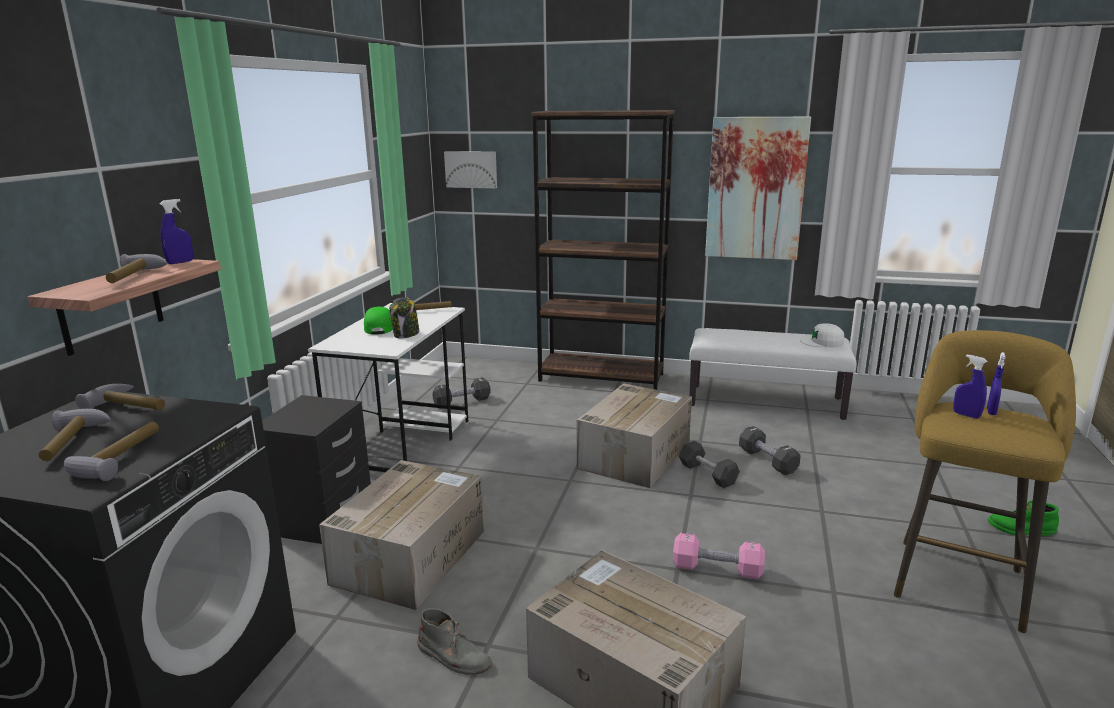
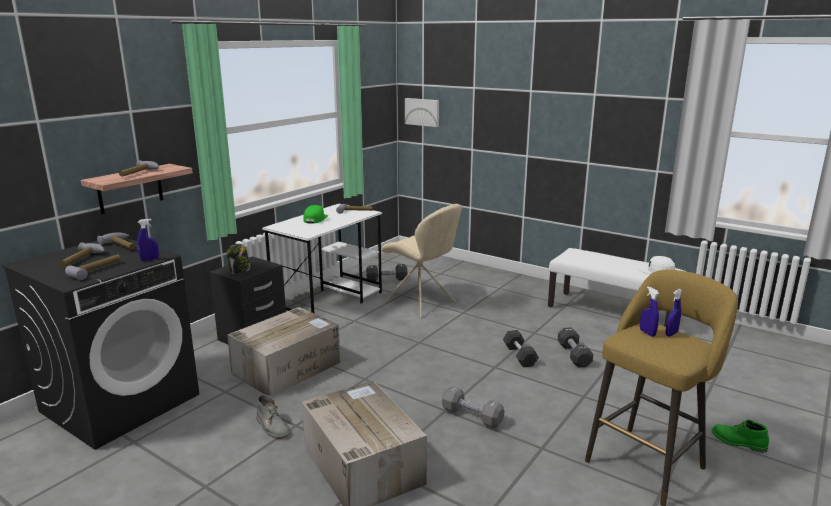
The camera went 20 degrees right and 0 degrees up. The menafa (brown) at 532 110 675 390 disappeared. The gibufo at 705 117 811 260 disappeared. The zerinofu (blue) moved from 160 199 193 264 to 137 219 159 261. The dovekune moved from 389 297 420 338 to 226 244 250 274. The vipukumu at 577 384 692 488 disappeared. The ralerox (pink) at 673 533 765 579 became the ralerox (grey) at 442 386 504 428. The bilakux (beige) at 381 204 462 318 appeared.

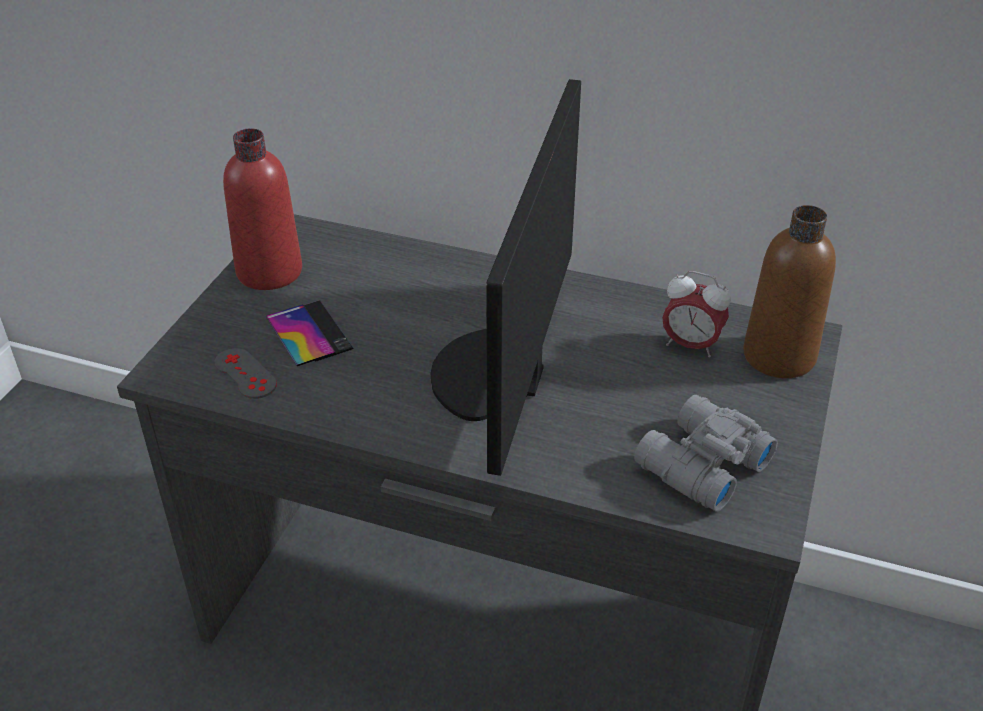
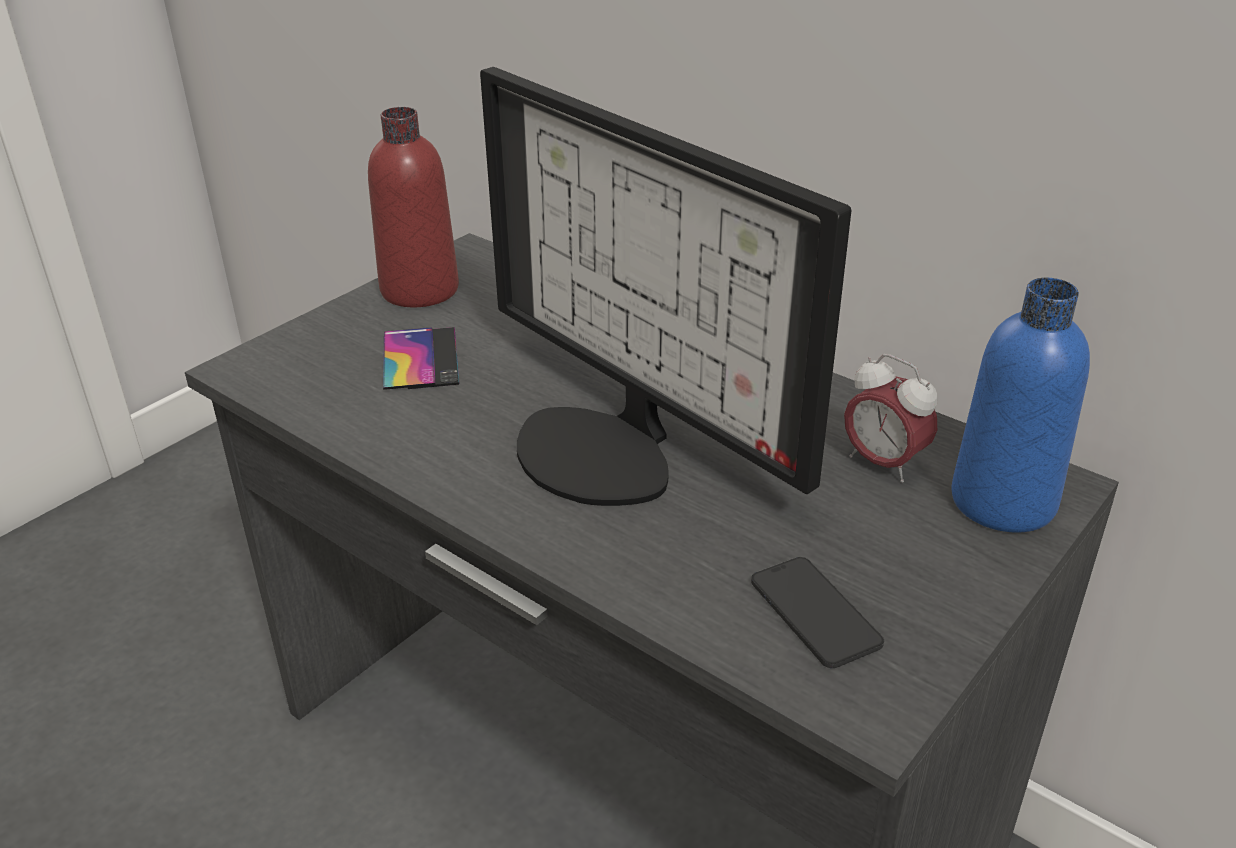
The camera went 20 degrees right and 5 degrees down. The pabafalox at 431 79 581 476 turned 75 degrees counterclockwise. The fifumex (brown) at 743 205 836 378 became the fifumex (blue) at 951 278 1090 533. The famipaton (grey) at 214 348 277 399 disappeared. The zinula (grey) at 634 395 778 512 was replaced by the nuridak at 751 557 884 668.

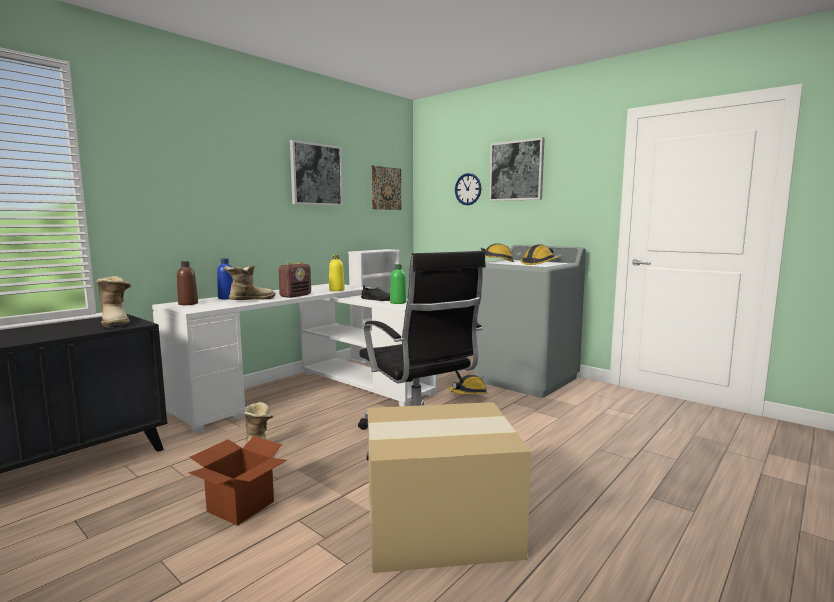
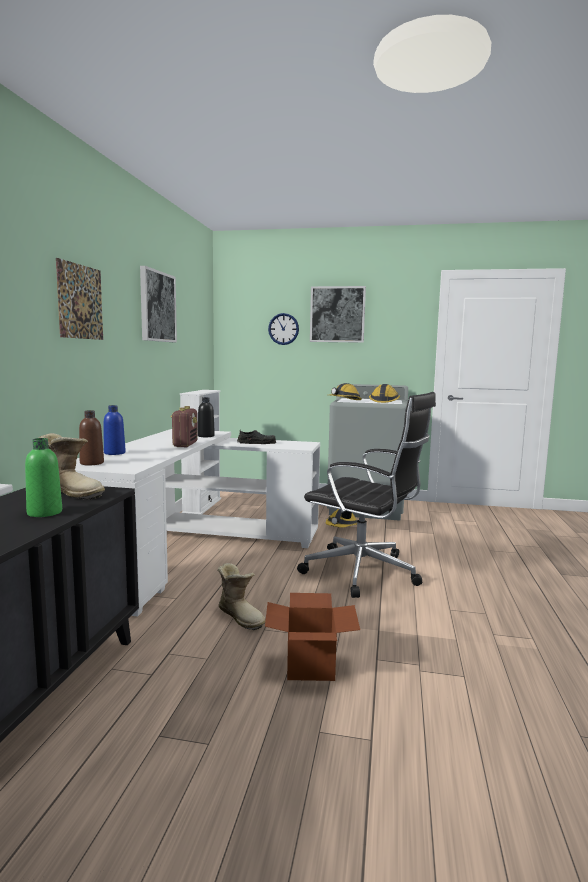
The camera went 30 degrees left and 0 degrees up. The gibufo moved from 372 165 402 210 to 56 258 103 340. The fifumex (yellow) at 329 255 345 291 became the fifumex (black) at 198 397 215 437. The fifumex (green) moved from 390 264 406 304 to 25 438 62 517. The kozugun at 224 265 276 300 disappeared. The vipukumu at 368 402 531 573 disappeared.

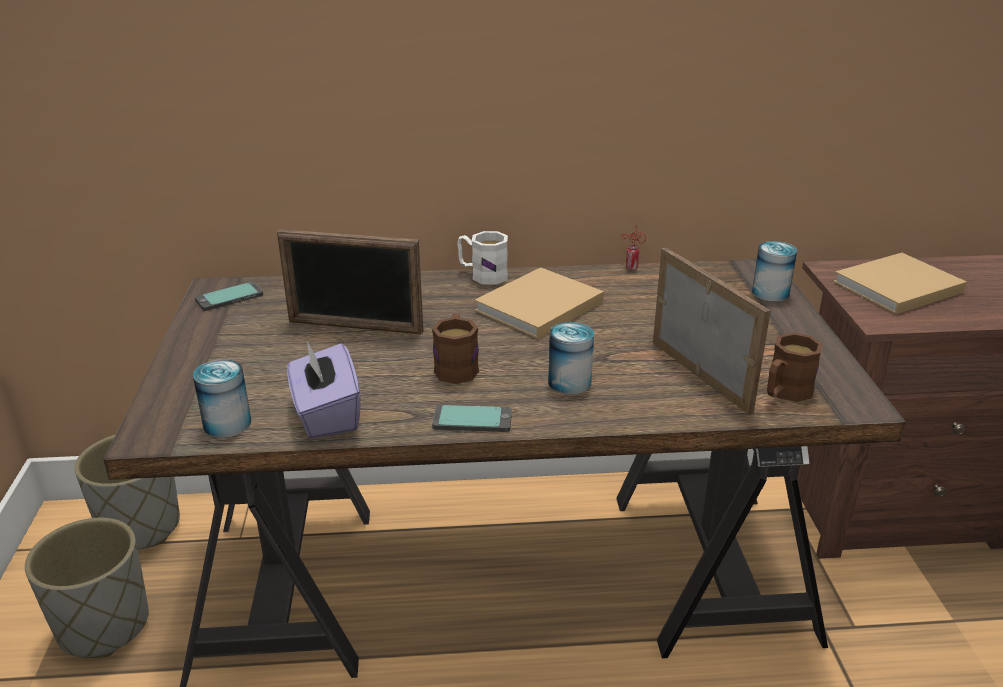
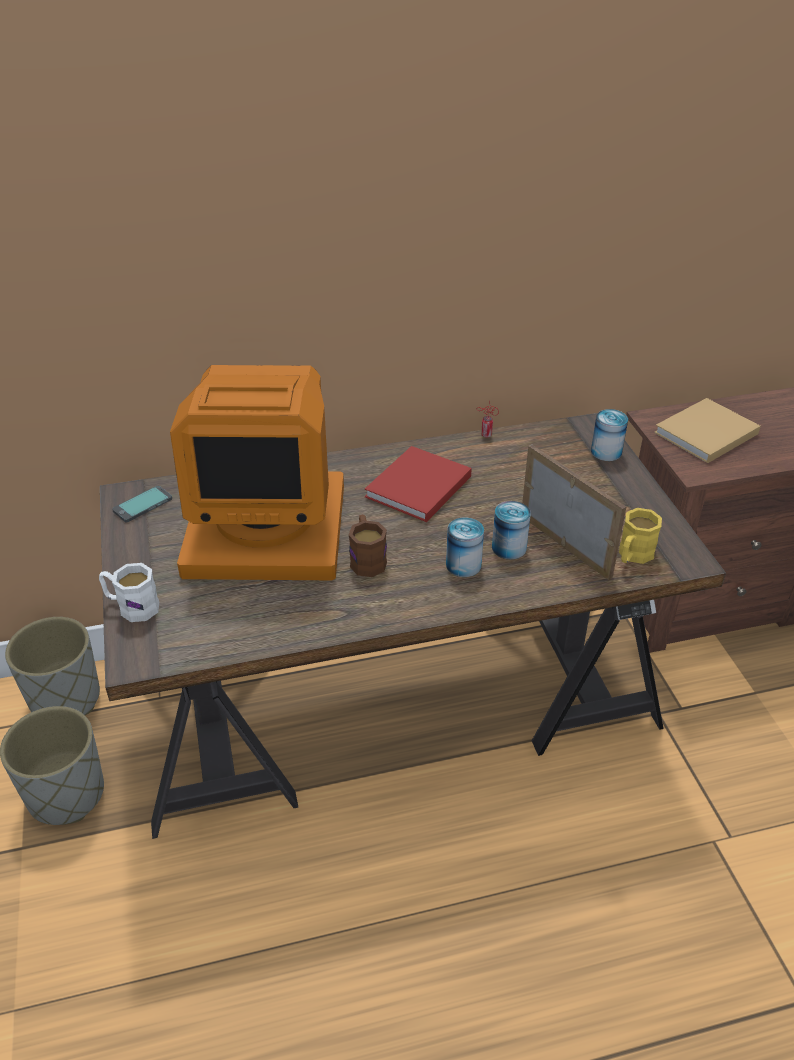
The camera went 10 degrees left and 10 degrees up. The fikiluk at 277 229 424 334 was replaced by the pabafalox at 170 365 344 580. The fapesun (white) moved from 457 231 508 285 to 99 563 159 622. The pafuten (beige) at 474 267 604 339 became the pafuten (red) at 365 446 472 522. The fapesun (brown) at 767 332 823 402 became the fapesun (yellow) at 619 508 662 564. The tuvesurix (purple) at 287 341 361 439 disappeared. The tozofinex moved from 193 359 251 438 to 492 501 531 560. The nuridak at 432 405 512 432 disappeared.

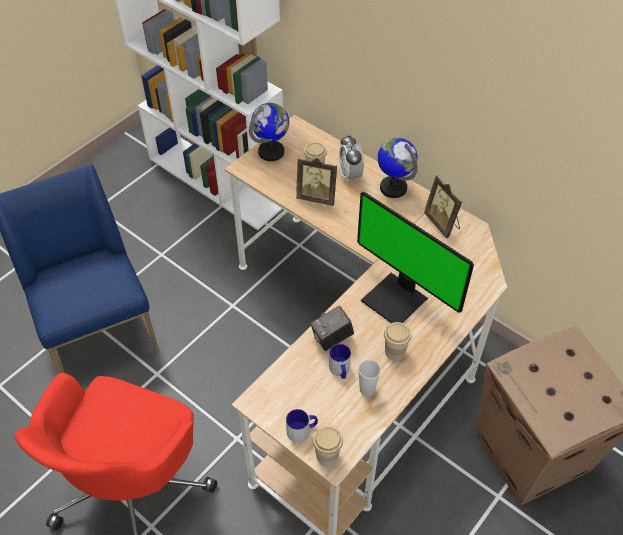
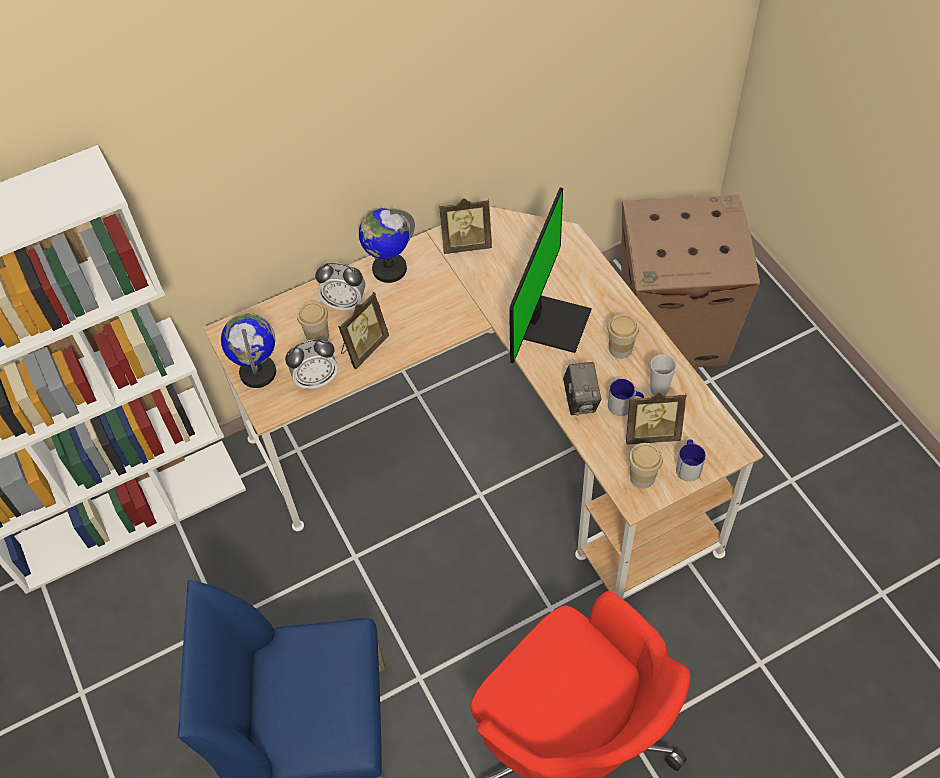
The camera went 65 degrees left and 5 degrees up. The pabafalox at 357 192 474 323 turned 45 degrees counterclockwise. The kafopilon moved from 313 426 343 466 to 629 443 663 488. The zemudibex at 285 339 338 390 appeared. The fikiluk at 626 392 687 445 appeared.

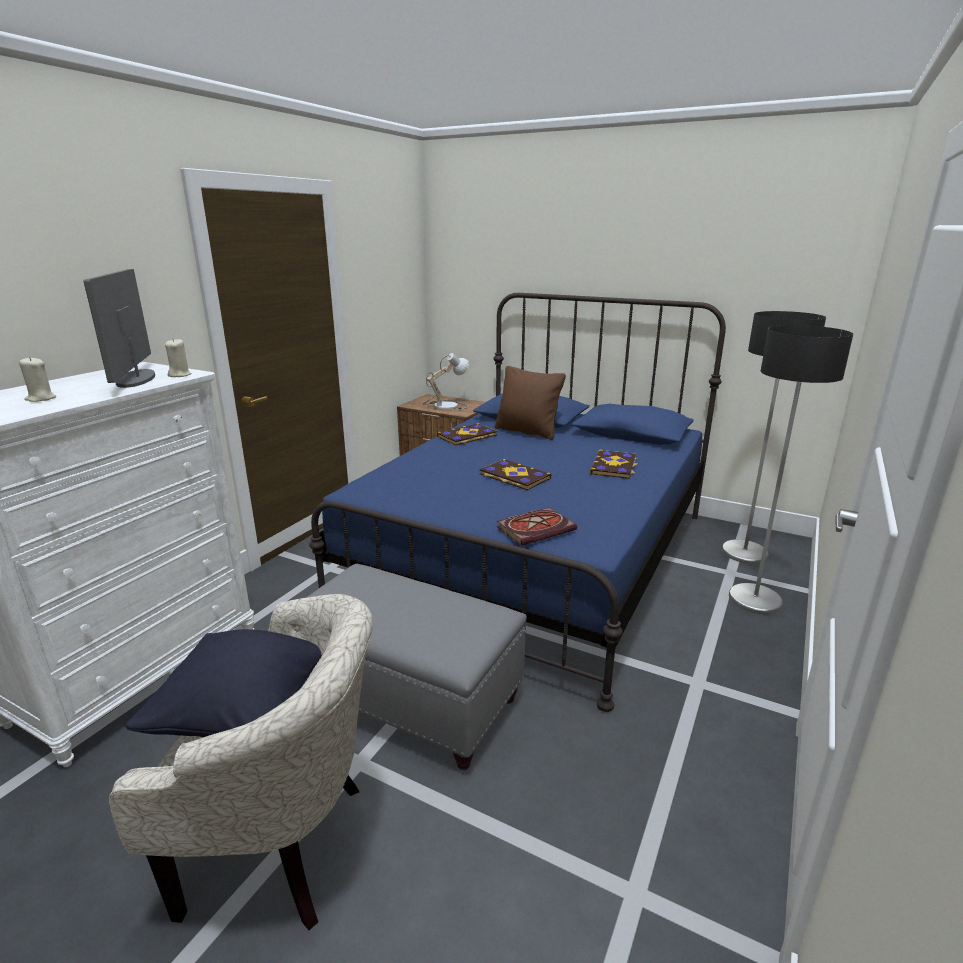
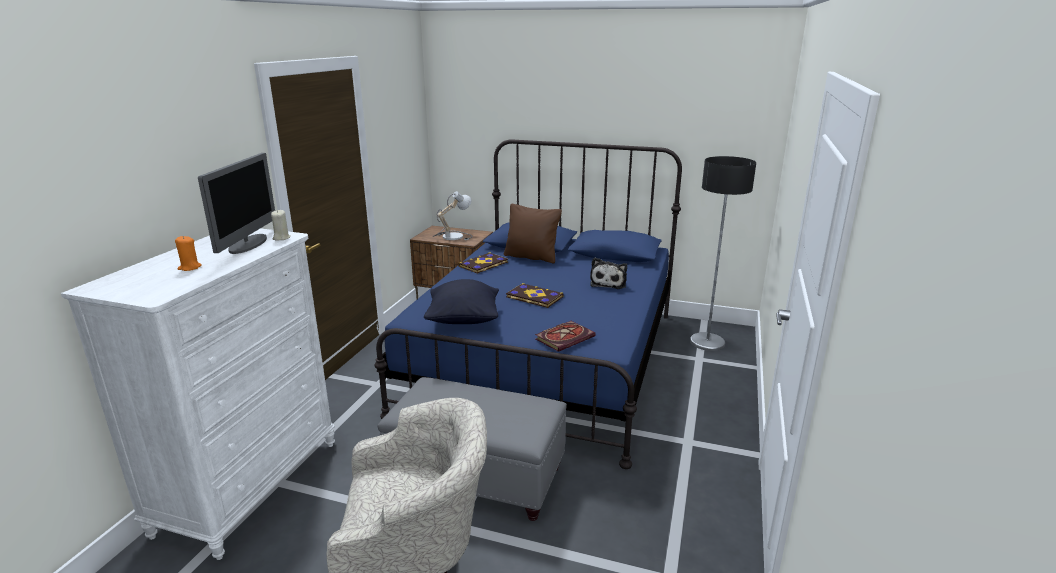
The camera went 10 degrees left and 0 degrees up. The pabafalox at 83 269 155 388 turned 150 degrees counterclockwise. The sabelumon at 729 325 853 614 disappeared. The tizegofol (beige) at 19 357 56 402 became the tizegofol (orange) at 175 236 202 271. The pafuten at 590 450 638 479 was replaced by the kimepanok at 590 257 627 289. The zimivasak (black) moved from 125 629 322 737 to 424 279 499 324.

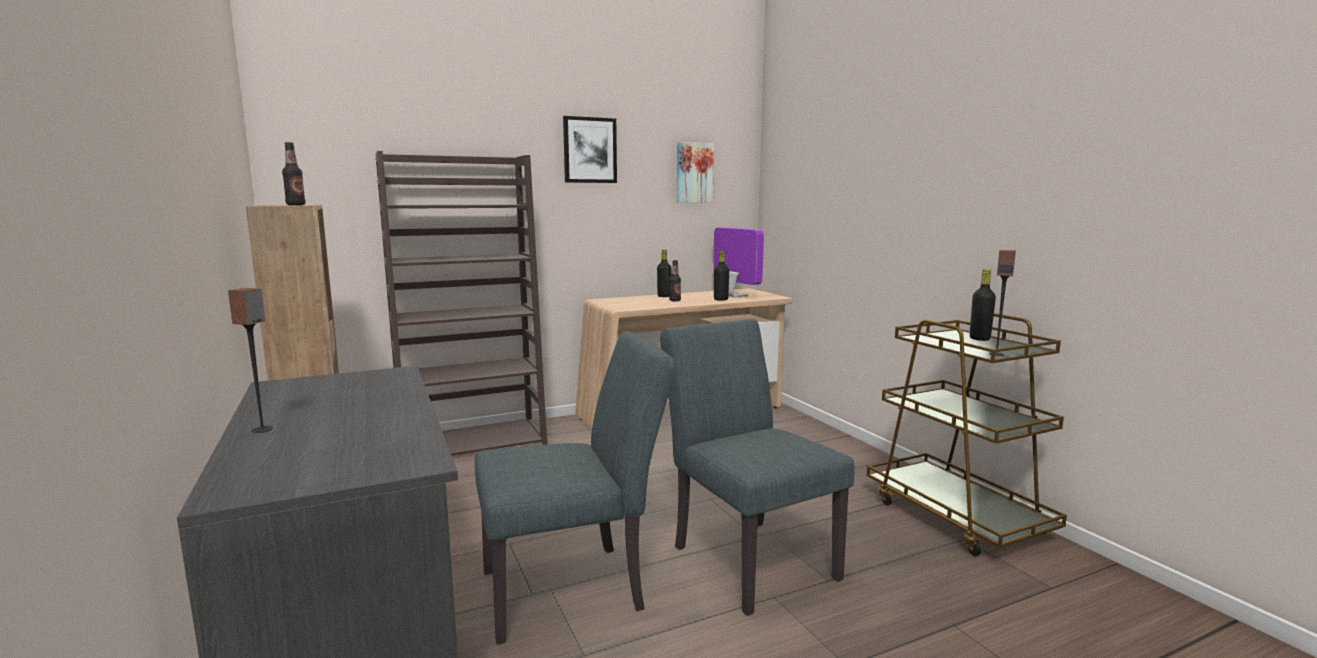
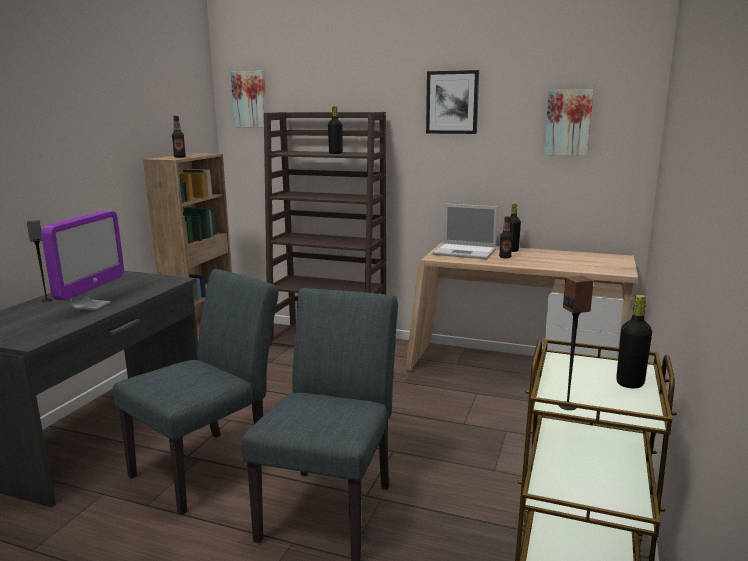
The camera went 45 degrees right and 5 degrees up. The pabafalox moved from 713 227 764 297 to 41 211 124 310. The fifumex (black) moved from 714 251 729 301 to 328 106 343 154. The bilakux (grey) at 475 331 676 645 turned 75 degrees counterclockwise. The gibufo at 230 71 267 127 appeared. The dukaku at 432 204 498 259 appeared.

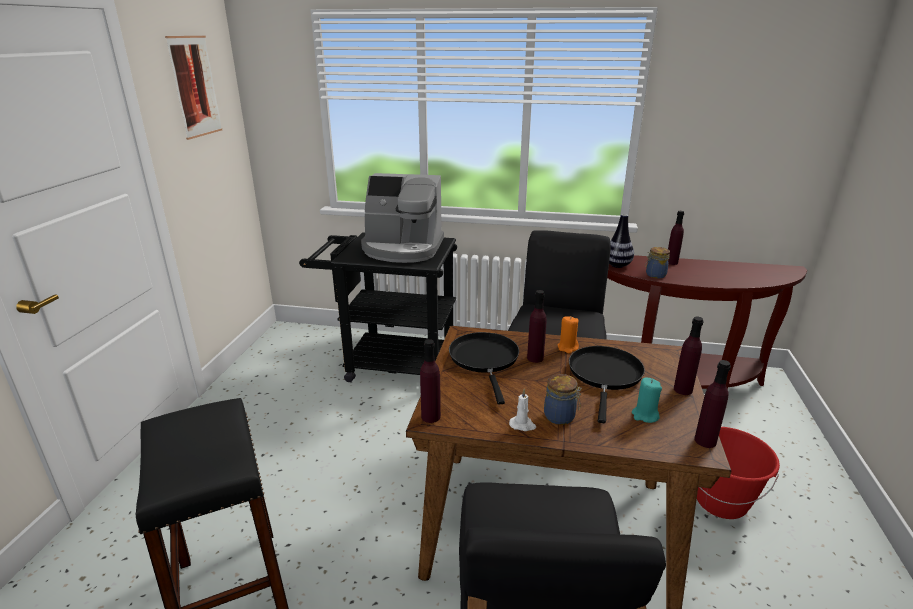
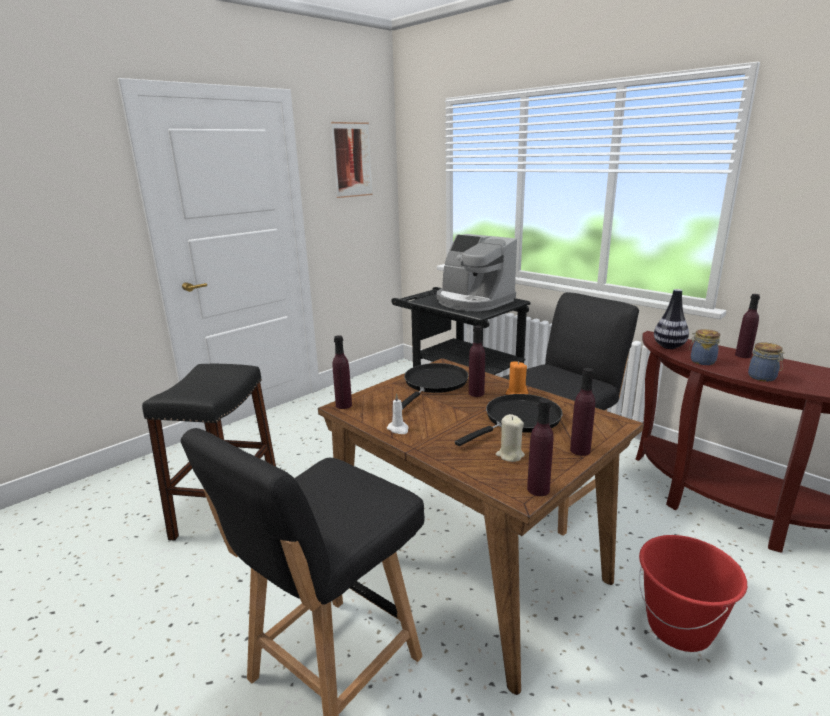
The camera went 35 degrees right and 5 degrees down. The dovekune moved from 544 374 581 425 to 748 342 785 382. The tizegofol (turquoise) at 632 377 662 423 became the tizegofol (beige) at 496 414 525 462.

